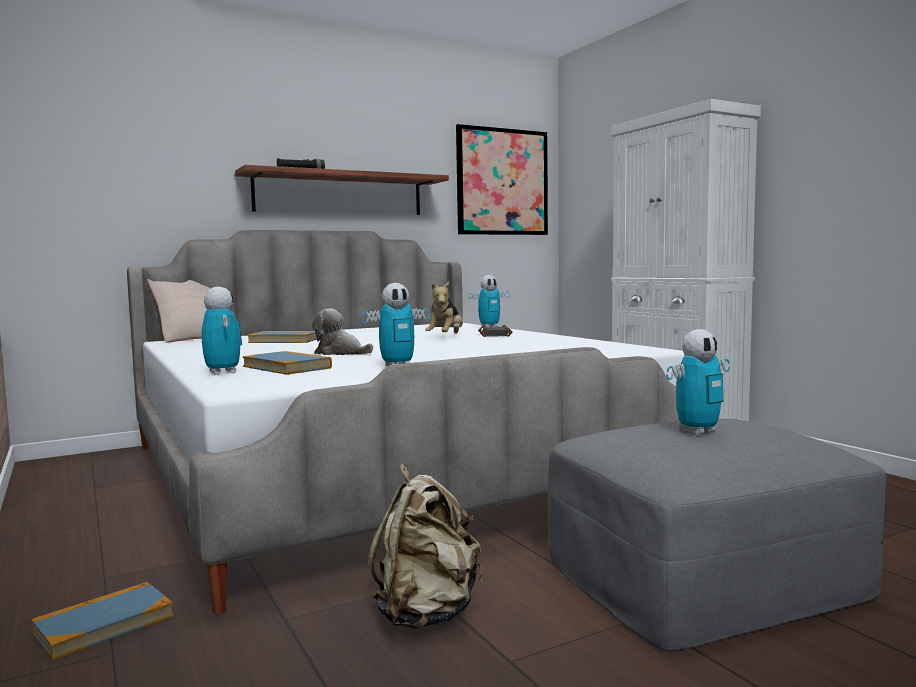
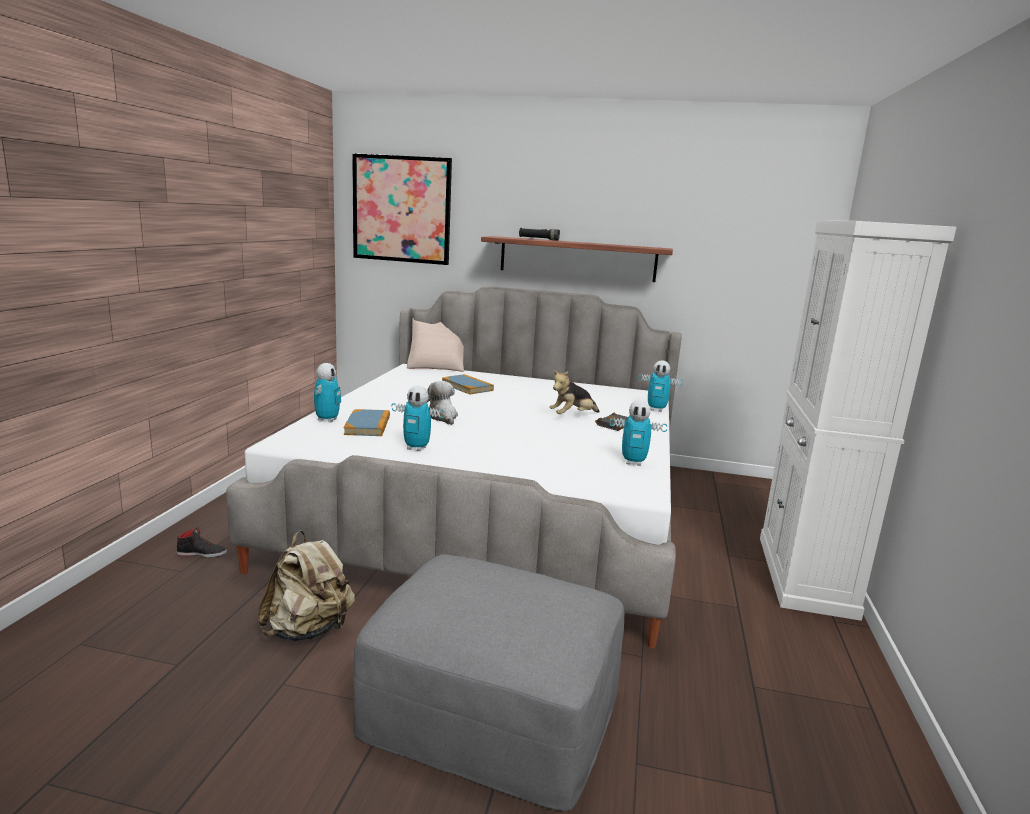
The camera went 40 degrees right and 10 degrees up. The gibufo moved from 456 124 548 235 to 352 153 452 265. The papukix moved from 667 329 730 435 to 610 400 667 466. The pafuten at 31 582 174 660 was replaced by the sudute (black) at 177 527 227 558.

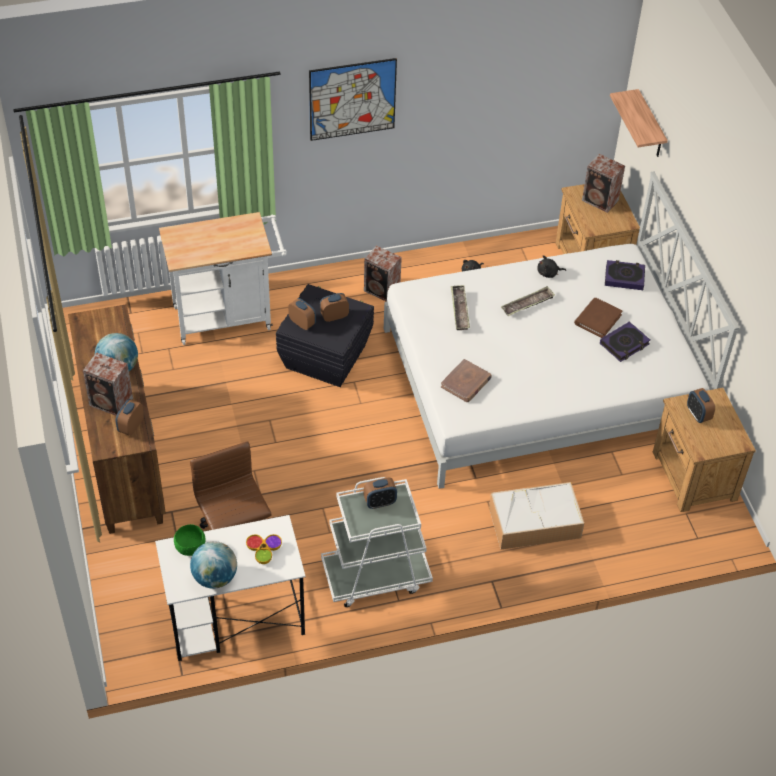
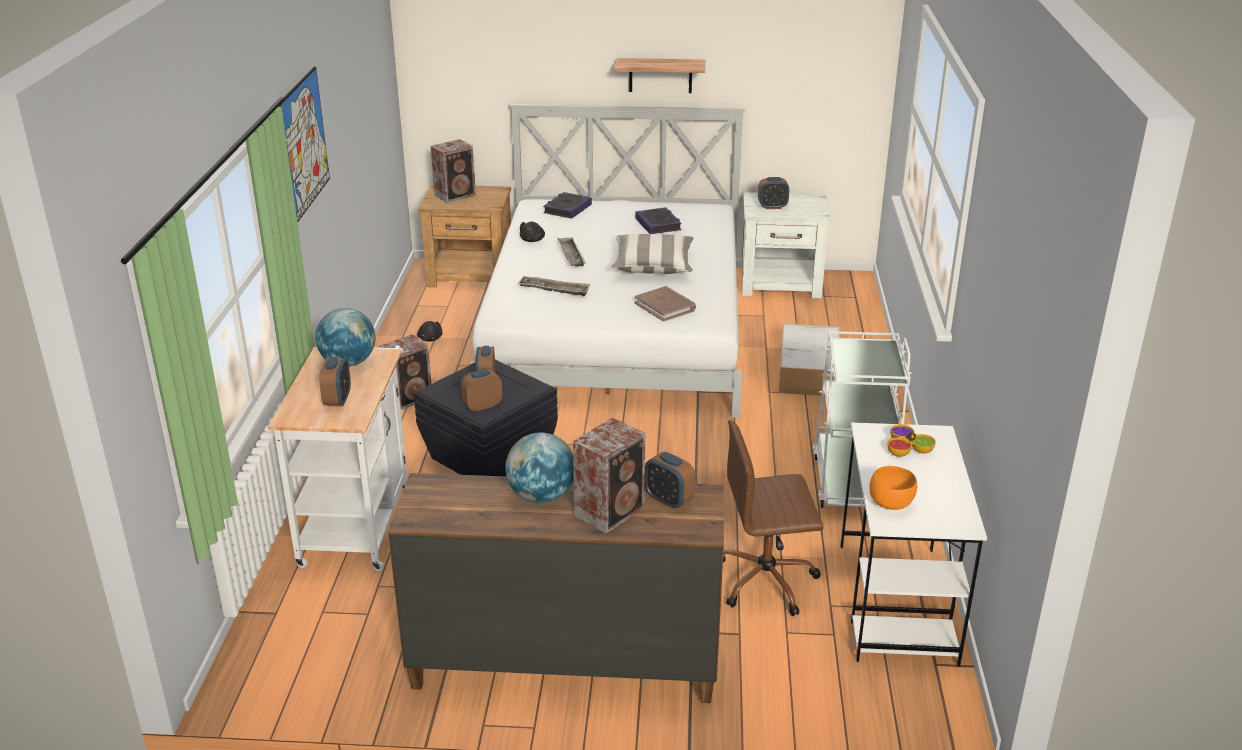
The camera went 70 degrees left and 20 degrees down. The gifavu moved from 610 89 668 157 to 614 58 705 93. The pafuten (brown) at 574 298 622 338 disappeared. The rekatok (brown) at 653 388 756 512 became the rekatok (white) at 741 192 831 299. The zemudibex moved from 364 478 397 509 to 319 357 351 407. The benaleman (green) at 174 524 206 556 became the benaleman (orange) at 870 466 917 510. The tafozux moved from 190 541 237 589 to 315 308 376 367. The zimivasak at 611 234 693 274 appeared.

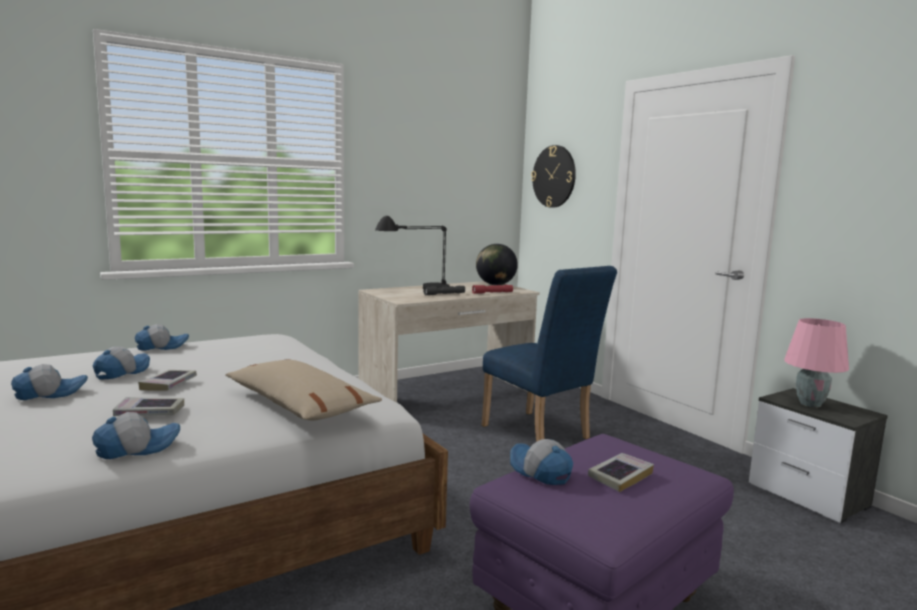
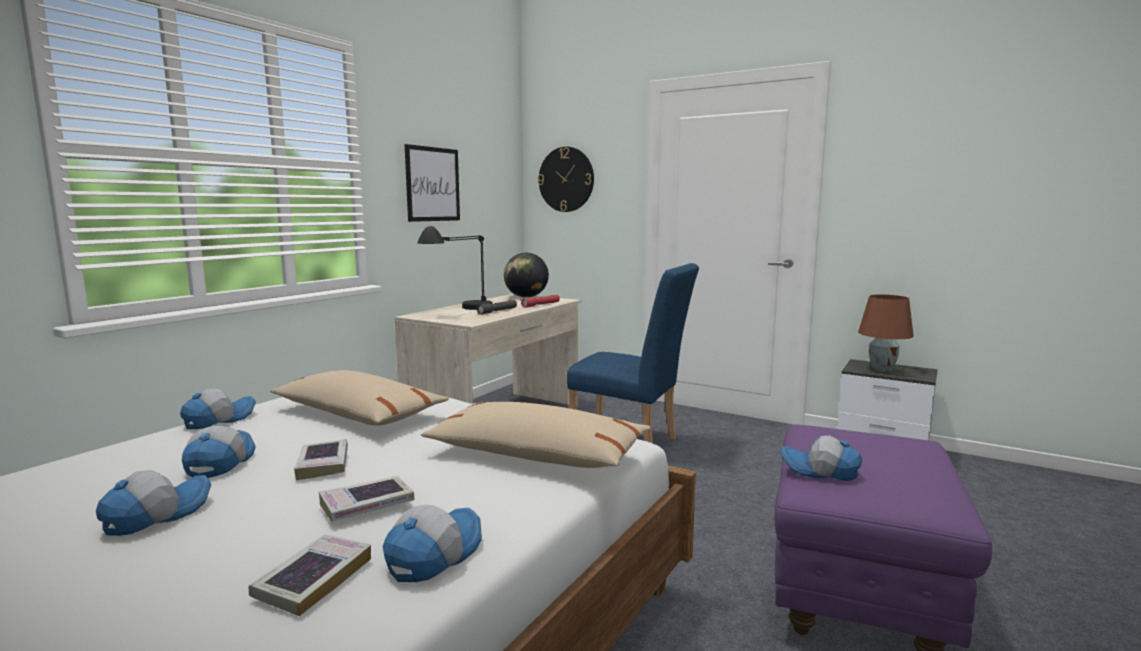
The camera went 25 degrees left and 0 degrees up. The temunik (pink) at 784 318 849 408 became the temunik (brown) at 858 295 914 372. The pafuten moved from 588 453 654 492 to 249 535 371 616. The gibufo at 404 144 460 222 appeared. The zimivasak (beige) at 270 370 449 426 appeared.

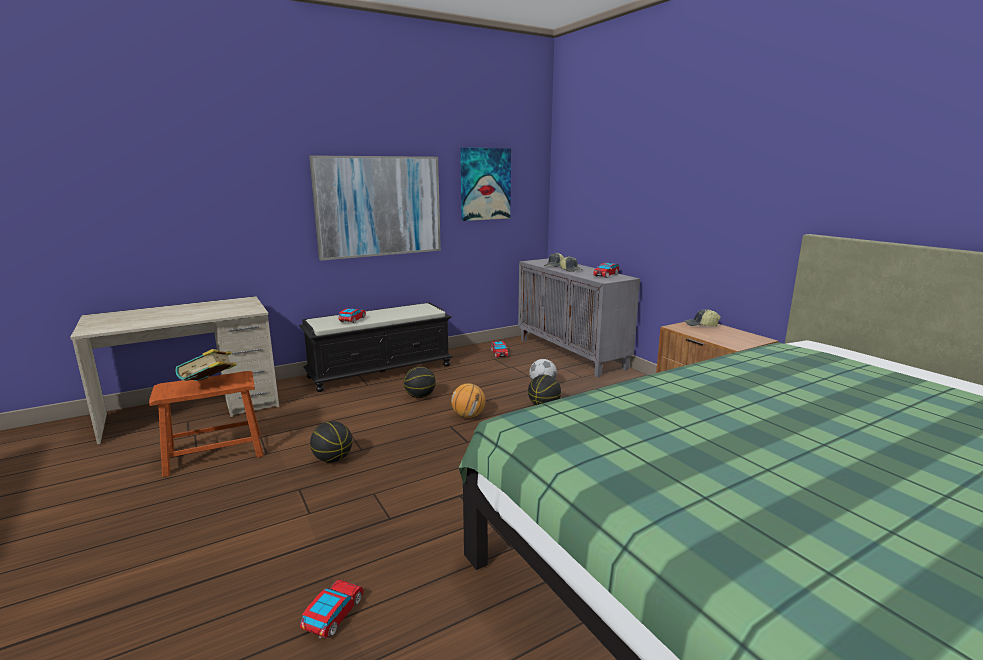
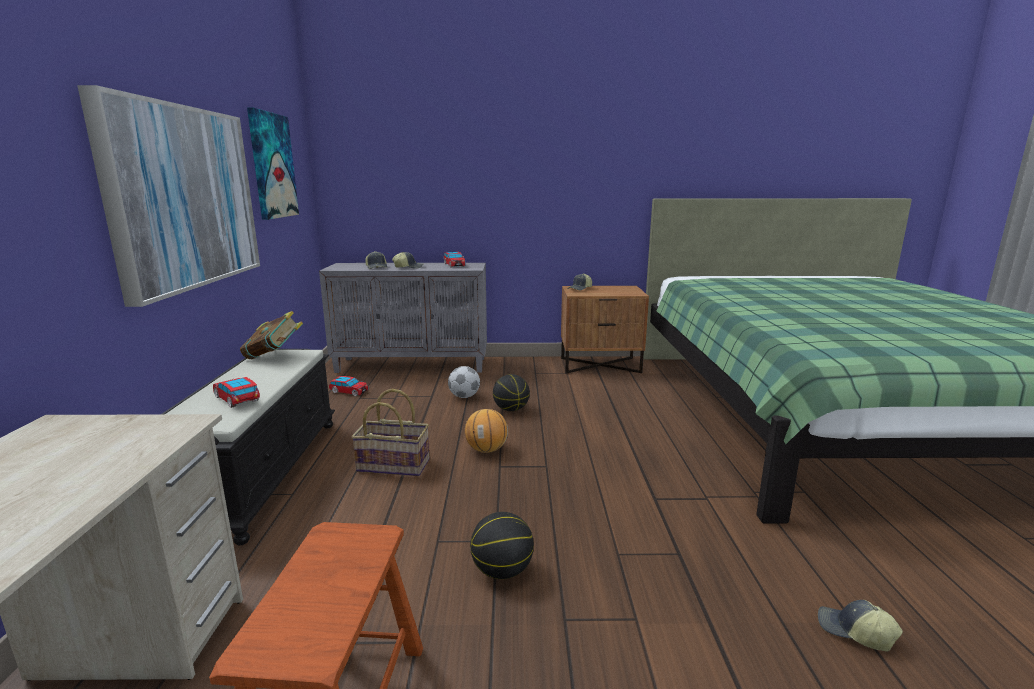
The camera went 60 degrees left and 0 degrees up. The pafuten moved from 176 349 237 381 to 240 311 303 359. The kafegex at 404 366 436 398 was replaced by the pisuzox at 352 389 429 476. The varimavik at 300 580 363 639 was replaced by the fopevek at 818 600 903 652.

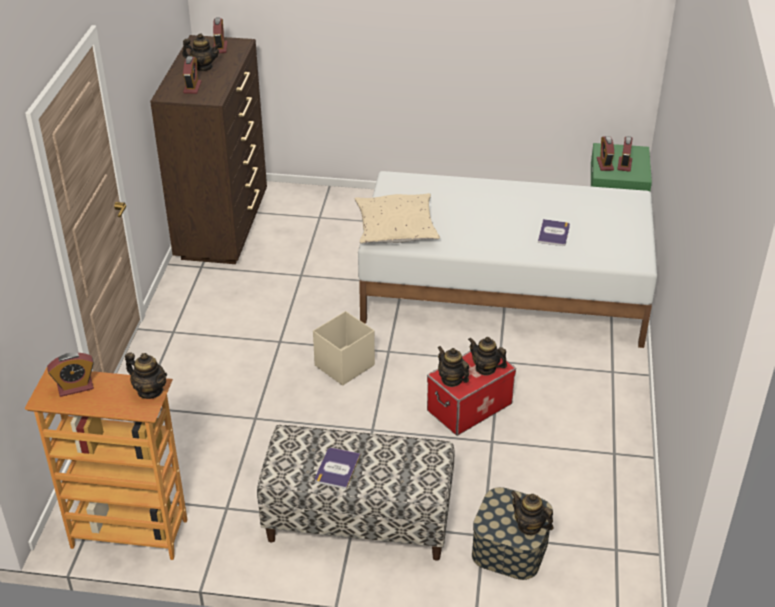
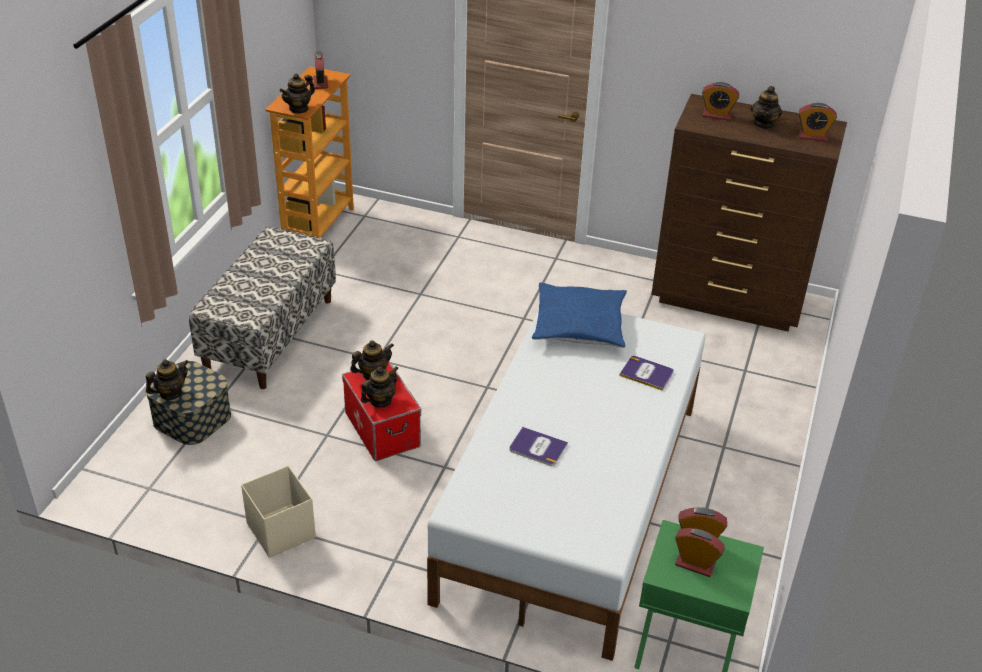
The camera went 100 degrees right and 0 degrees up. The zimivasak (beige) at 355 193 440 244 became the zimivasak (blue) at 532 283 627 348. The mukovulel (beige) moved from 313 311 375 386 to 241 466 316 558. The pafuten moved from 315 448 360 489 to 619 356 674 391.

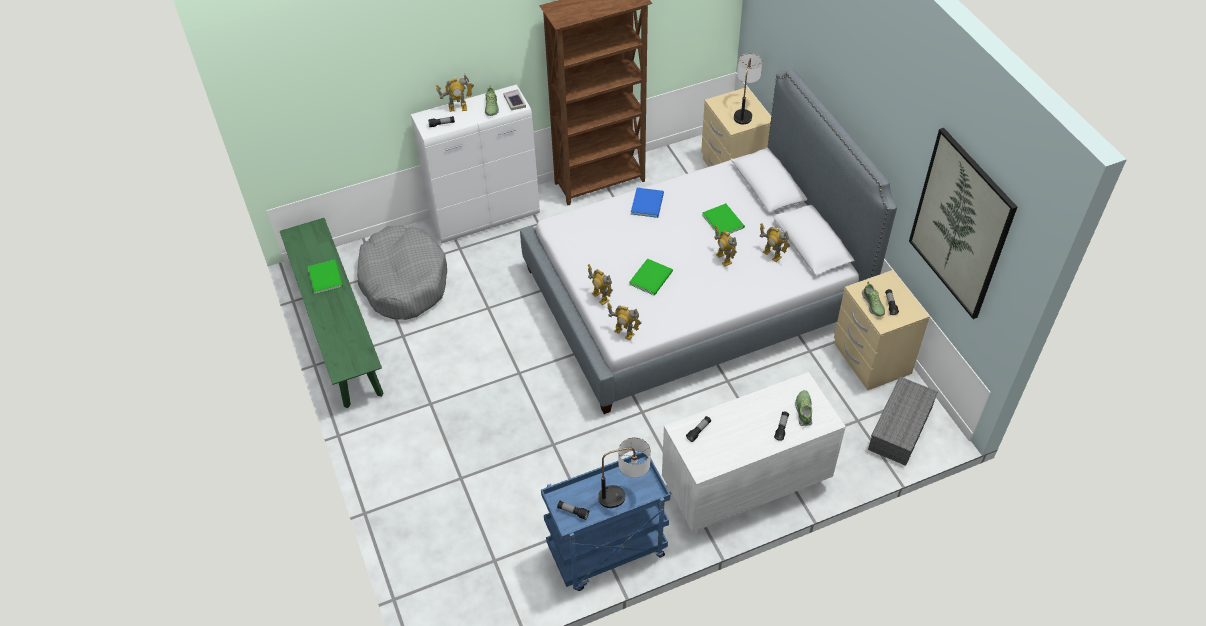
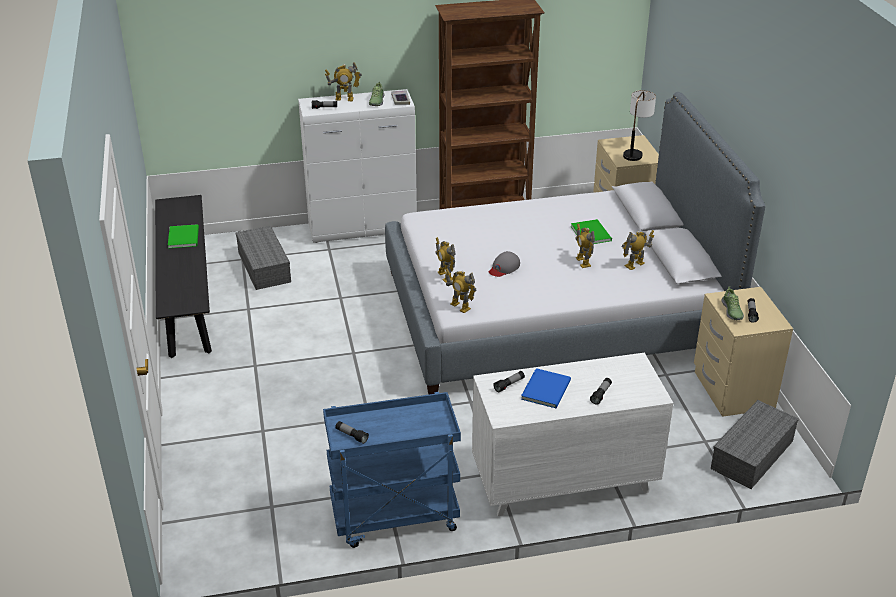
The camera went 10 degrees right and 15 degrees down. The gibufo at 909 128 1017 319 disappeared. The pafuten (blue) moved from 631 188 664 218 to 521 368 571 408. The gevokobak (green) at 280 218 384 408 became the gevokobak (black) at 155 195 212 358. The papukix at 760 223 790 262 turned 90 degrees clockwise. The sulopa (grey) at 357 225 447 320 was replaced by the mukovulel (grey) at 235 225 291 290. The pafuten (green) at 629 258 673 295 was replaced by the fopevek (grey) at 489 251 520 277. The sudute at 795 390 812 426 disappeared. The temunik at 598 437 651 508 disappeared.

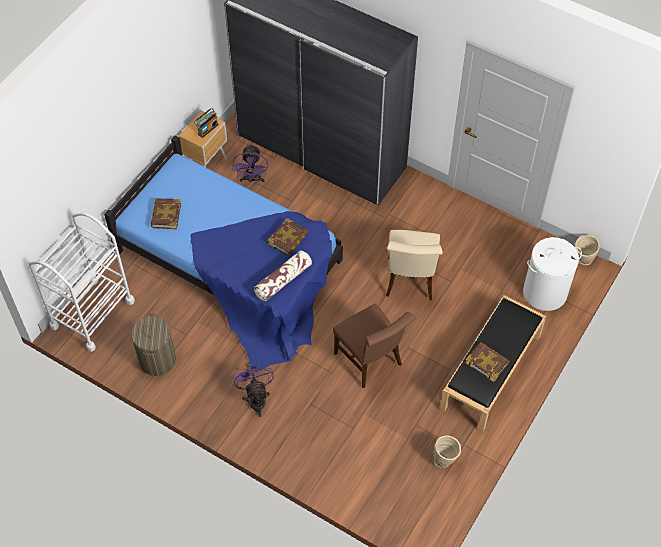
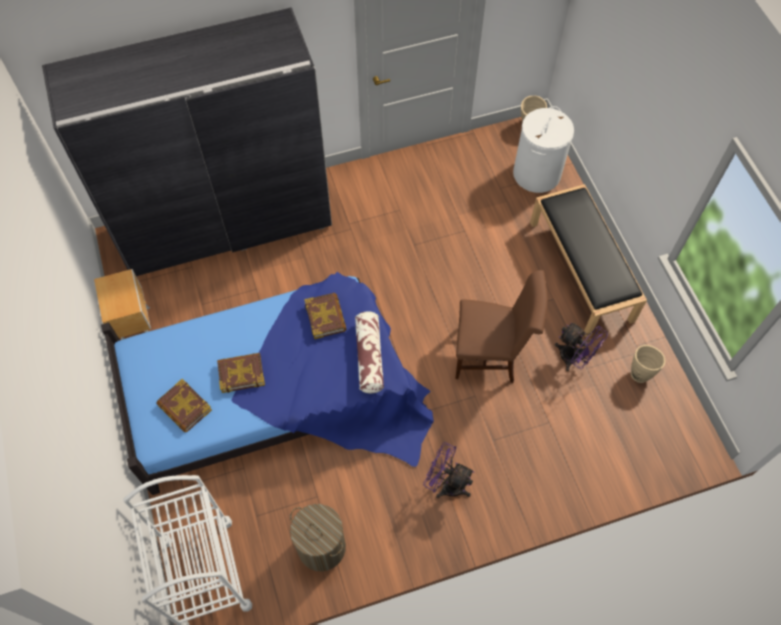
The camera went 50 degrees left and 5 degrees up. The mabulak at 194 108 219 138 disappeared. The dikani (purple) moved from 232 144 268 182 to 554 323 608 371. The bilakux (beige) at 386 230 443 300 disappeared. The pafuten moved from 465 342 510 382 to 217 353 265 393.

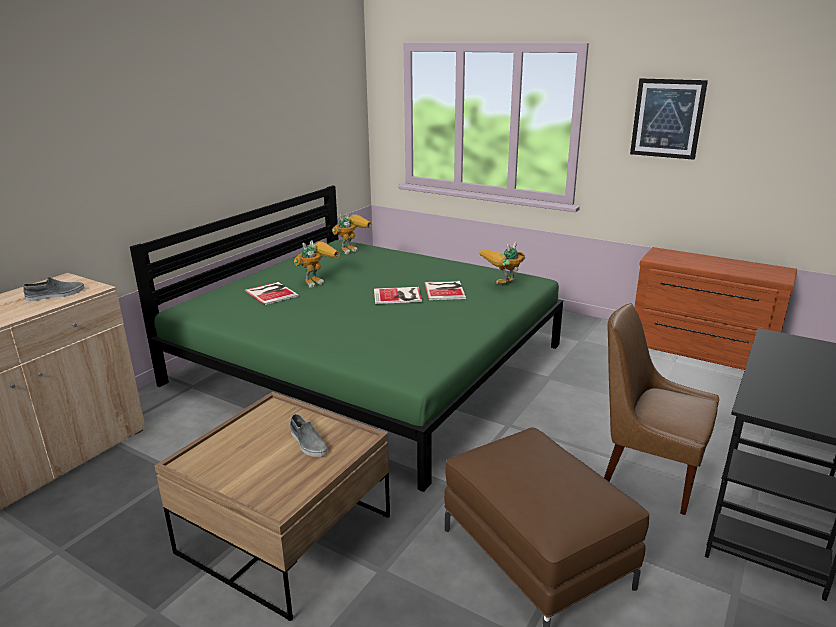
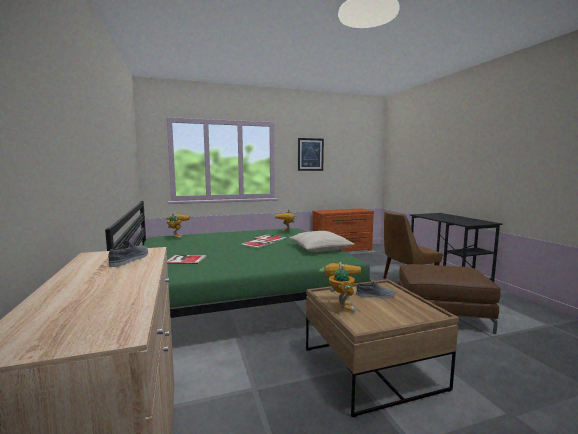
The camera went 50 degrees left and 15 degrees down. The papukix moved from 294 240 340 288 to 319 262 361 313. The zimivasak (beige) at 289 231 354 252 appeared.

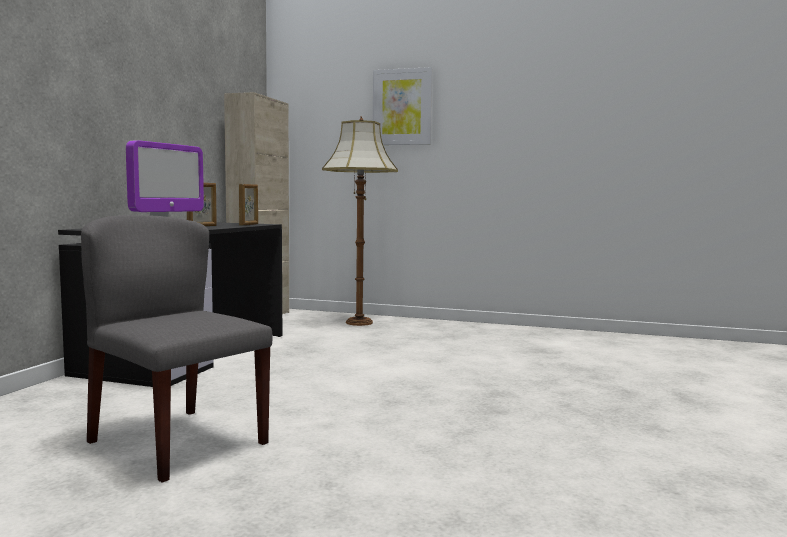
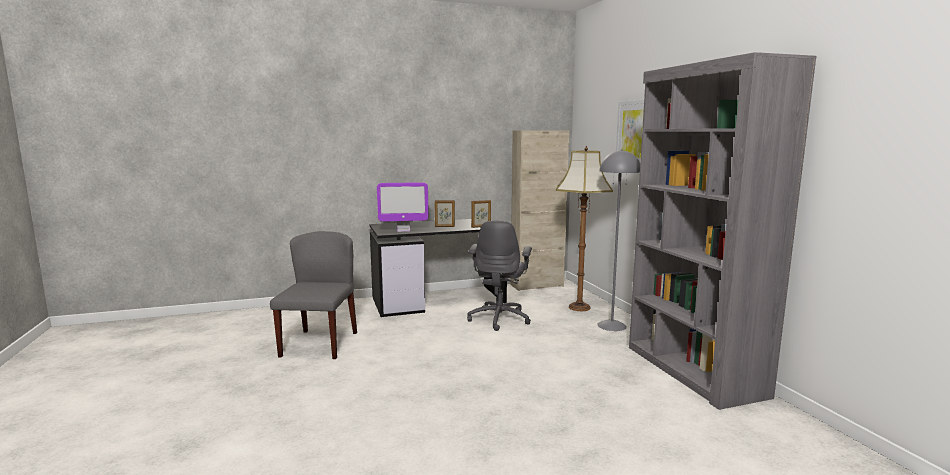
The camera went 55 degrees right and 5 degrees up. The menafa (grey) at 629 52 816 410 appeared. The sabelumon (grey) at 597 149 640 331 appeared. The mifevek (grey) at 467 220 532 331 appeared.

